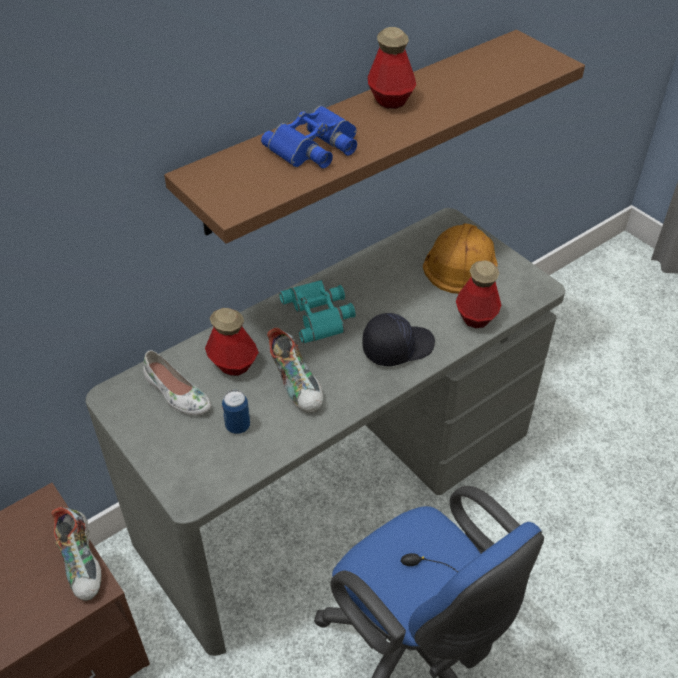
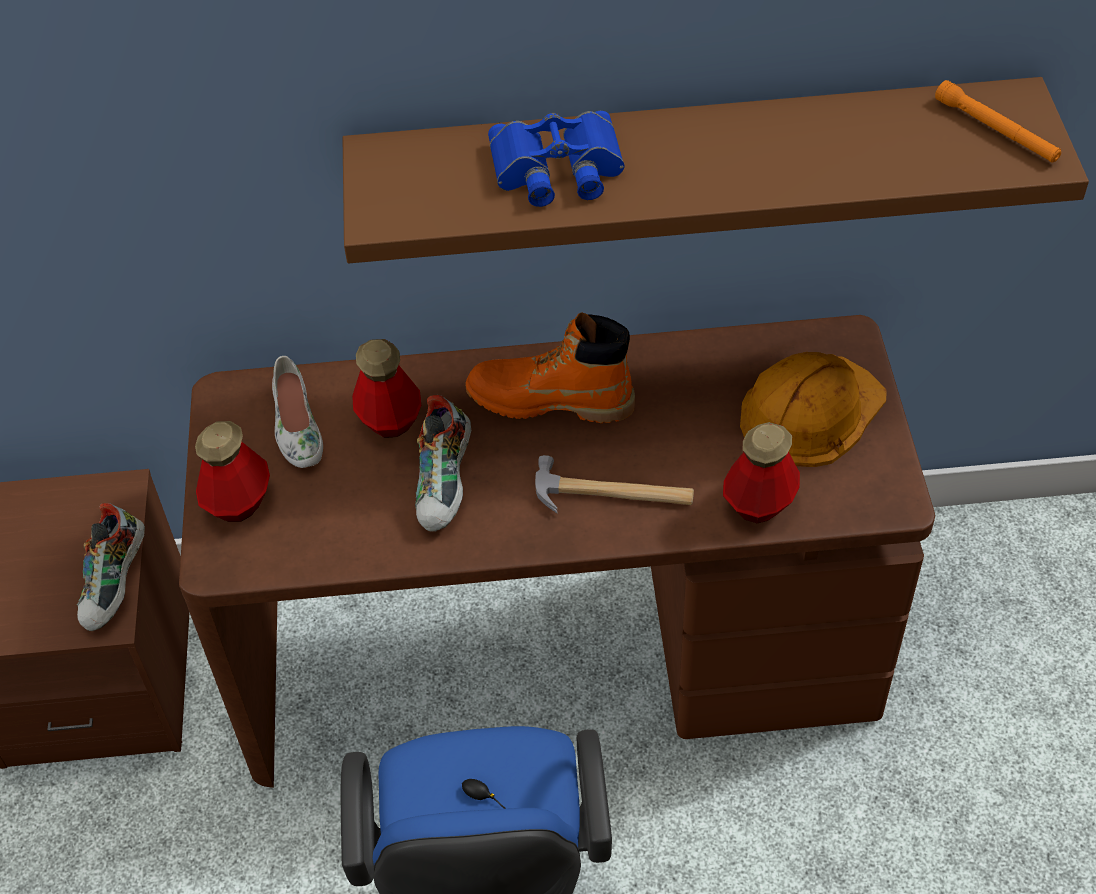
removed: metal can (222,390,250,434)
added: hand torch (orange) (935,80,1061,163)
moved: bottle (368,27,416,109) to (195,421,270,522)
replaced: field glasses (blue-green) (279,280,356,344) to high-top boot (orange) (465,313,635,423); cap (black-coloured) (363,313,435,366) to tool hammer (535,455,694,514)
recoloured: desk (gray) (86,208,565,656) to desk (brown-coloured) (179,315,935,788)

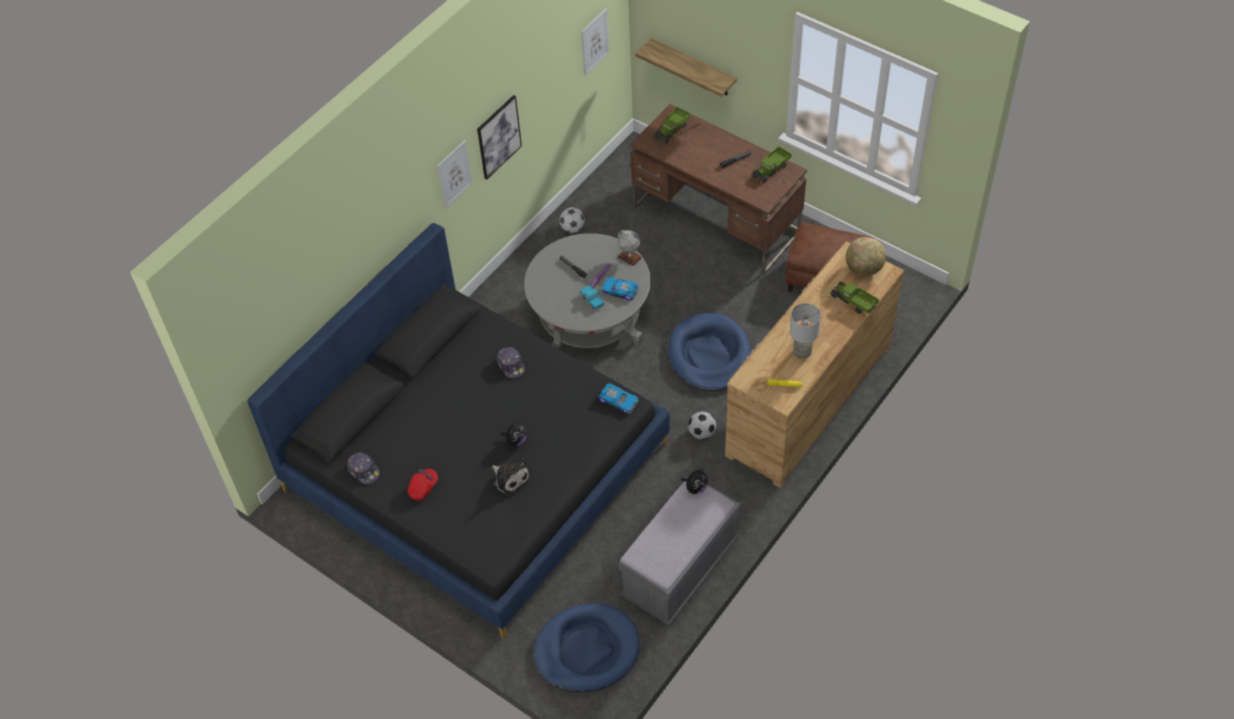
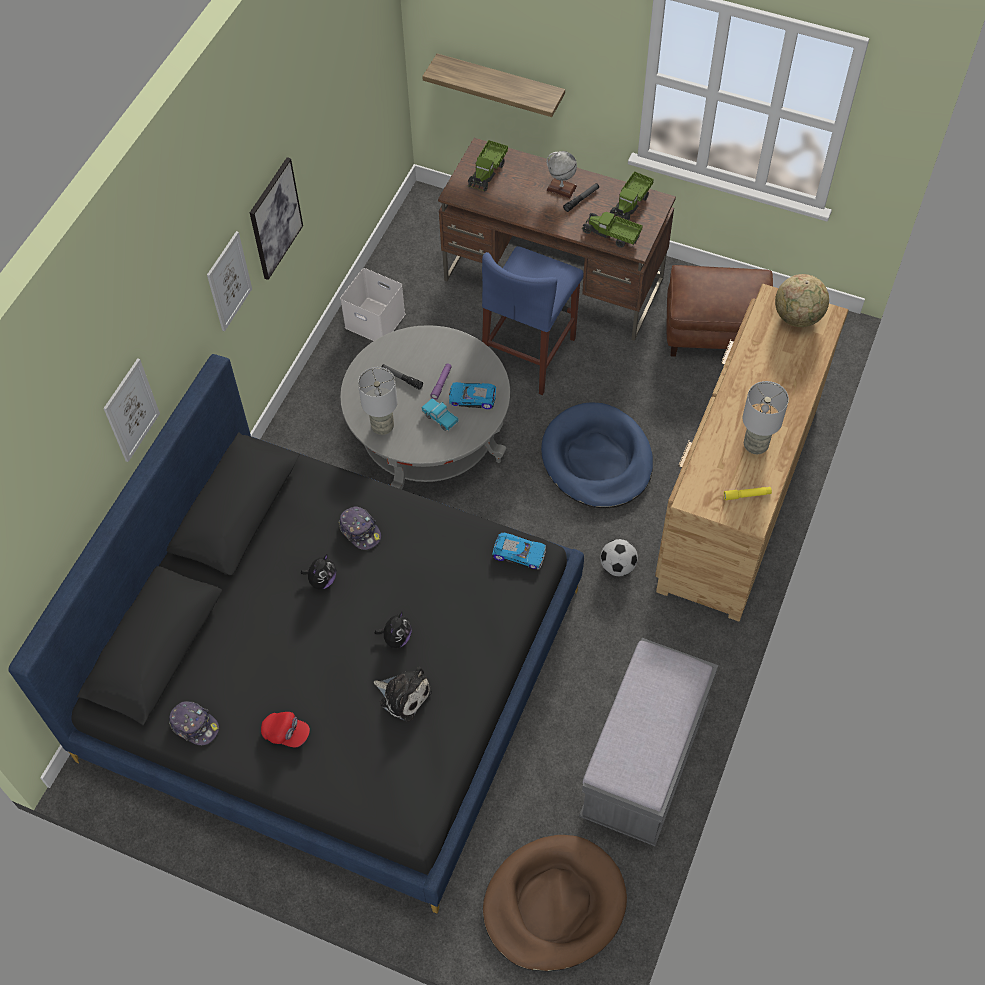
added: stool seat (blue-coloured) (482,246,584,395); lamp for a table (gray) (358,367,398,435)
moved: wall art (581,9,609,76) to (103,358,160,462); world globe (618,230,642,266) to (546,151,577,198); model truck (831,282,879,314) to (582,212,643,248); cuddly toy (681,468,708,494) to (301,554,336,589)
replaced: football (559,207,585,233) to storage box (white) (340,268,405,341)
recoloured: dog cushion (blue-coloured) (534,603,640,692) to dog cushion (brown-coloured) (483,835,627,972)
turned: cap (red-coloured) (408,469,438,500) = (261,712,310,748) 90 degrees clockwise

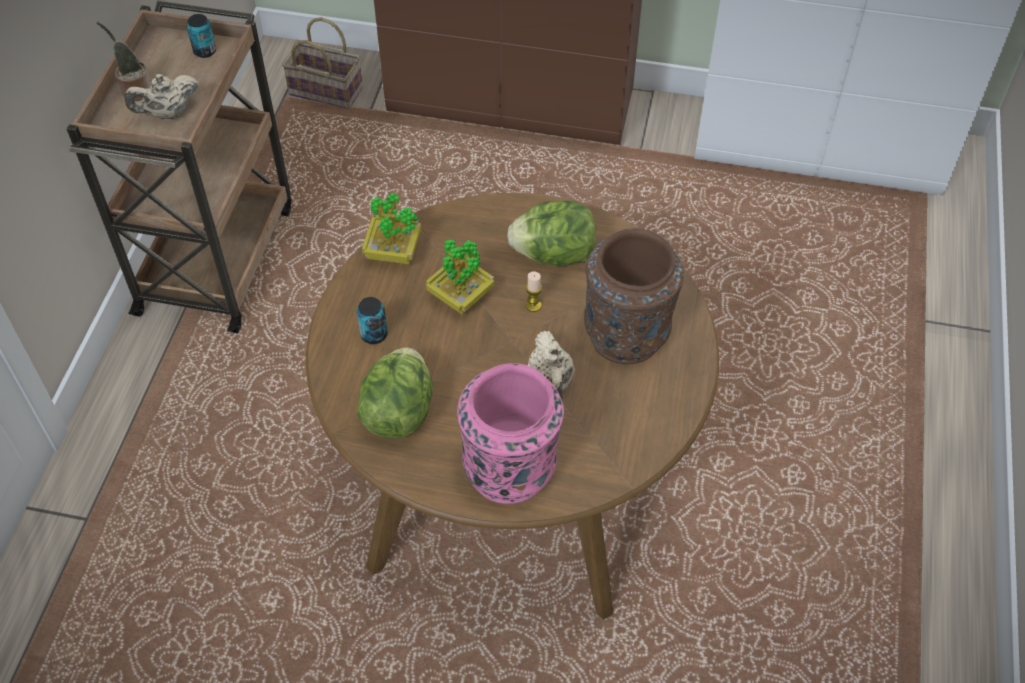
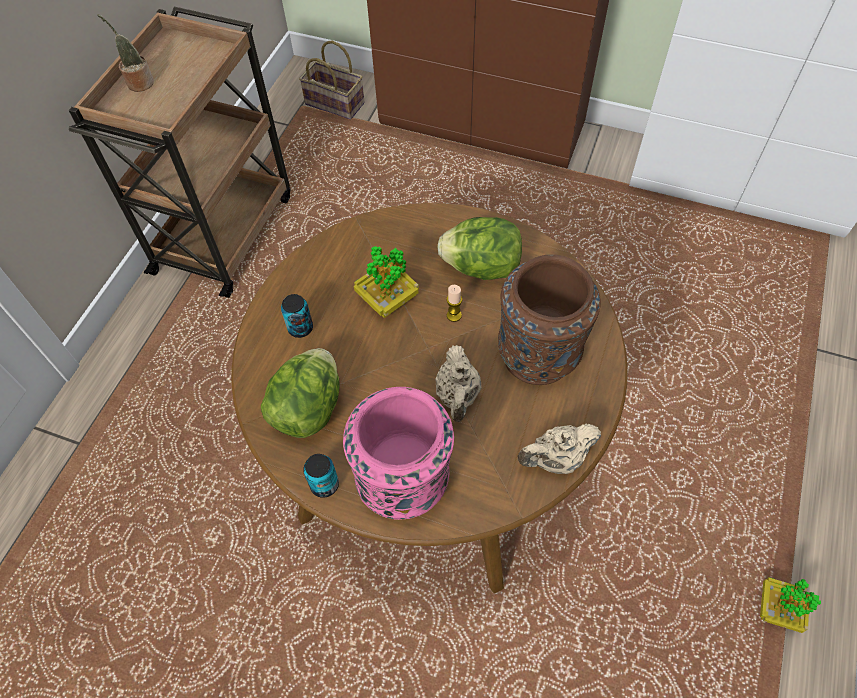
moved: metal can (187,14,216,58) to (303,454,339,498); pot for tea (beige) (125,74,198,119) to (518,424,601,474); potted plant (362,193,421,264) to (760,578,821,633)

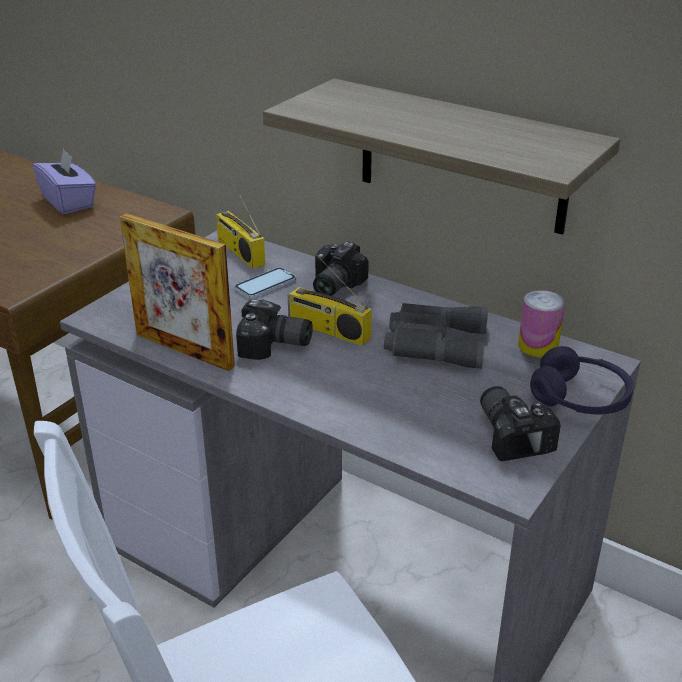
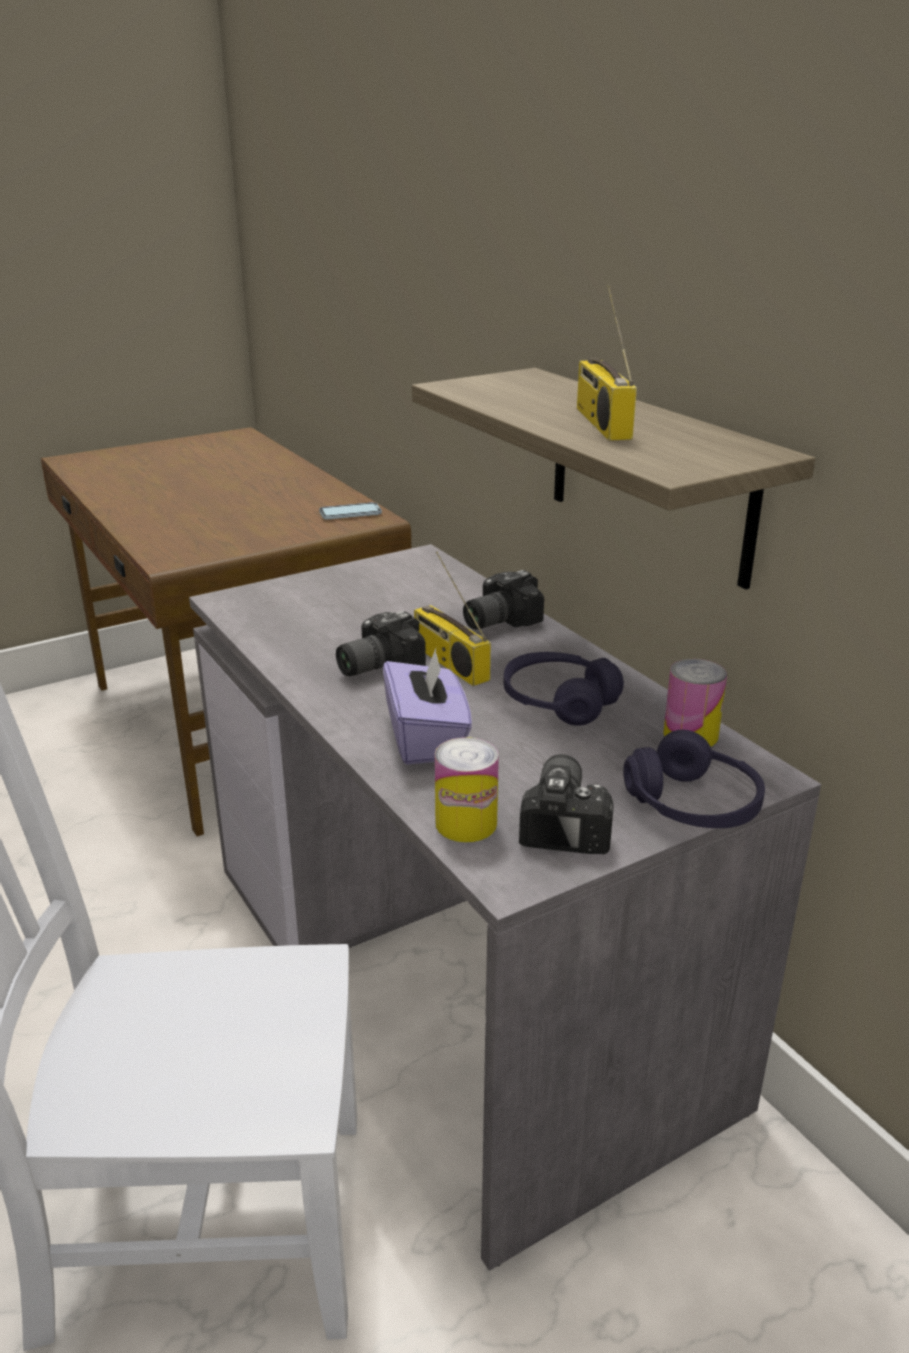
removed: photo frame (120,213,235,371)
added: metal can (435,737,499,842)
moved: tissue box (purple) (33,148,97,214) to (383,648,472,765); radio (216,173,265,269) to (577,285,637,441); phone (234,267,296,299) to (319,502,382,519)
replaced: field glasses (gray) (384,303,488,369) to headphones (purple) (504,652,624,726)
turned: still camera (236,300,313,360) = (336,611,426,676) 105 degrees clockwise

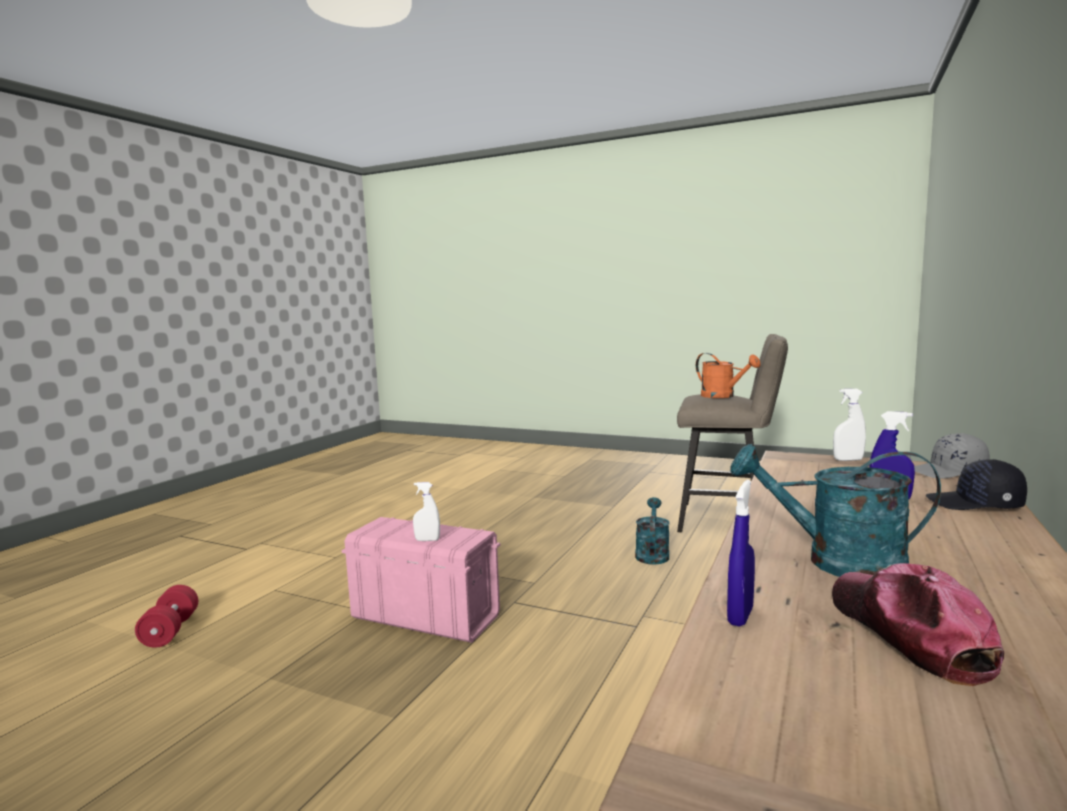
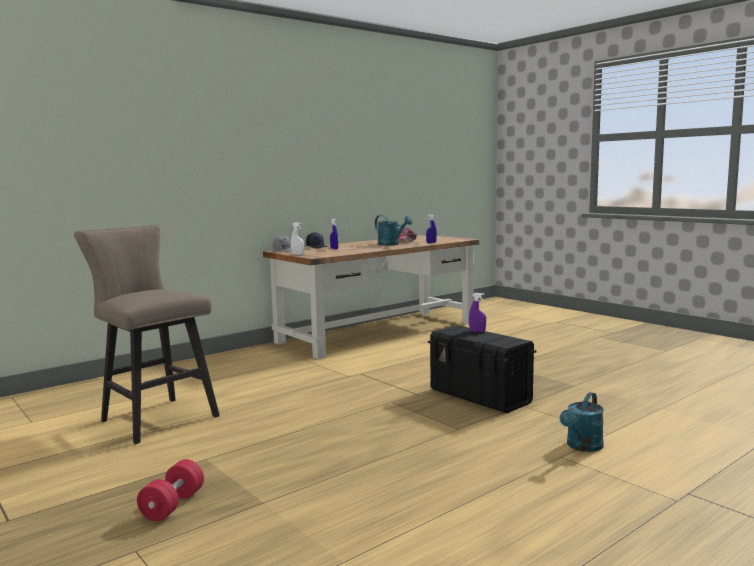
removed: watering can (orange) (696,353,761,398)
moved: watering can (blue-green) (635,497,670,565) to (560,392,604,452); free weight (red-coloured) (135,585,198,648) to (137,459,204,522)
recoloured: hand sprayer (white) (413,482,440,541) to hand sprayer (purple) (469,293,486,332); storage box (pink-coloured) (342,517,500,643) to storage box (black-coloured) (428,325,536,413)

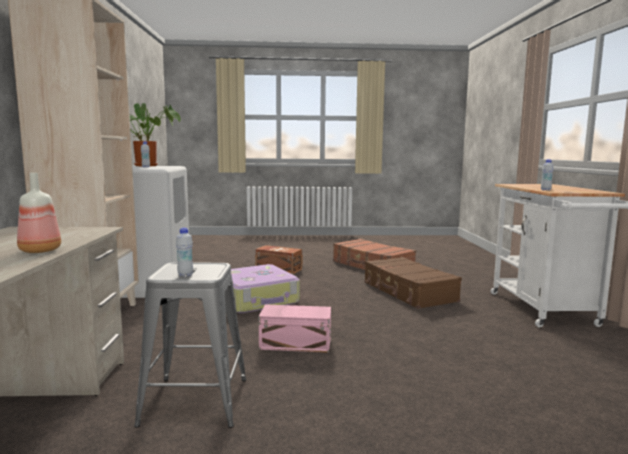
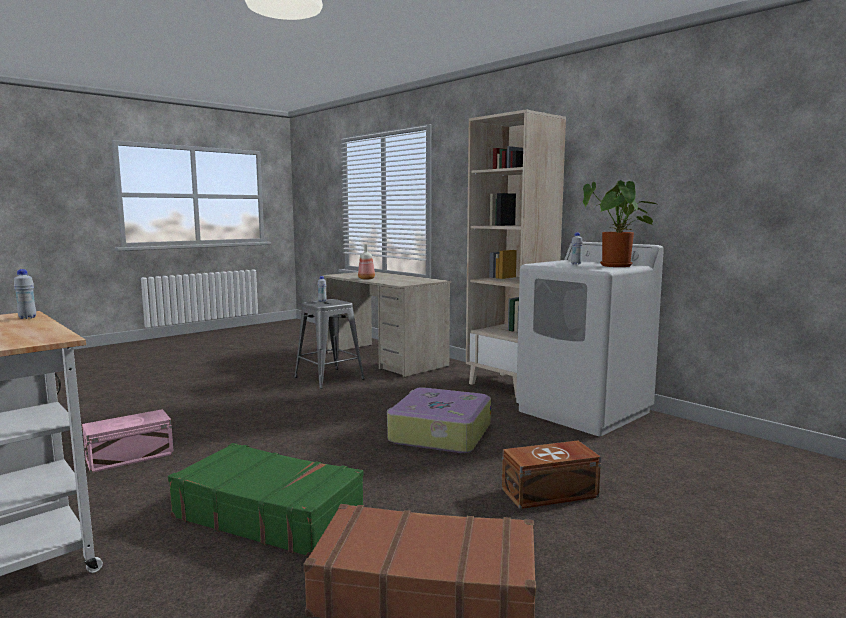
moved: storage box (pink-coloured) (259,304,331,353) to (82,409,174,473)
recoloured: suitcase (brown-coloured) (364,257,462,309) to suitcase (green-coloured) (168,443,364,557)

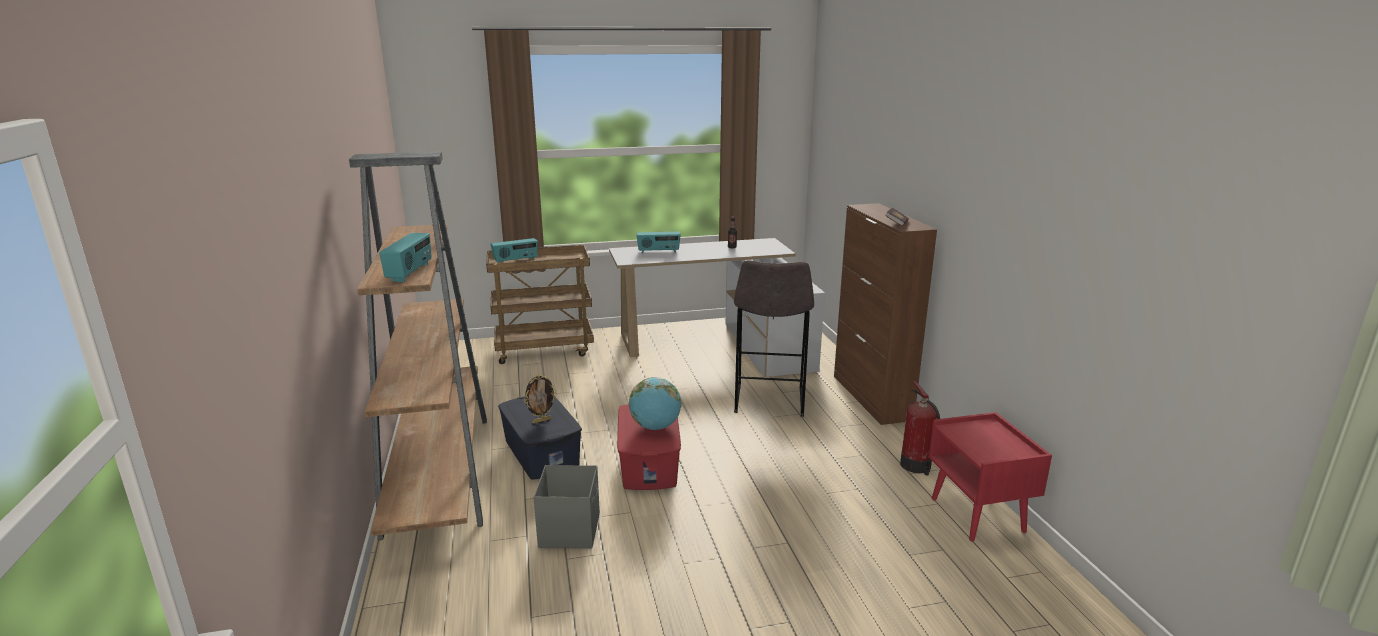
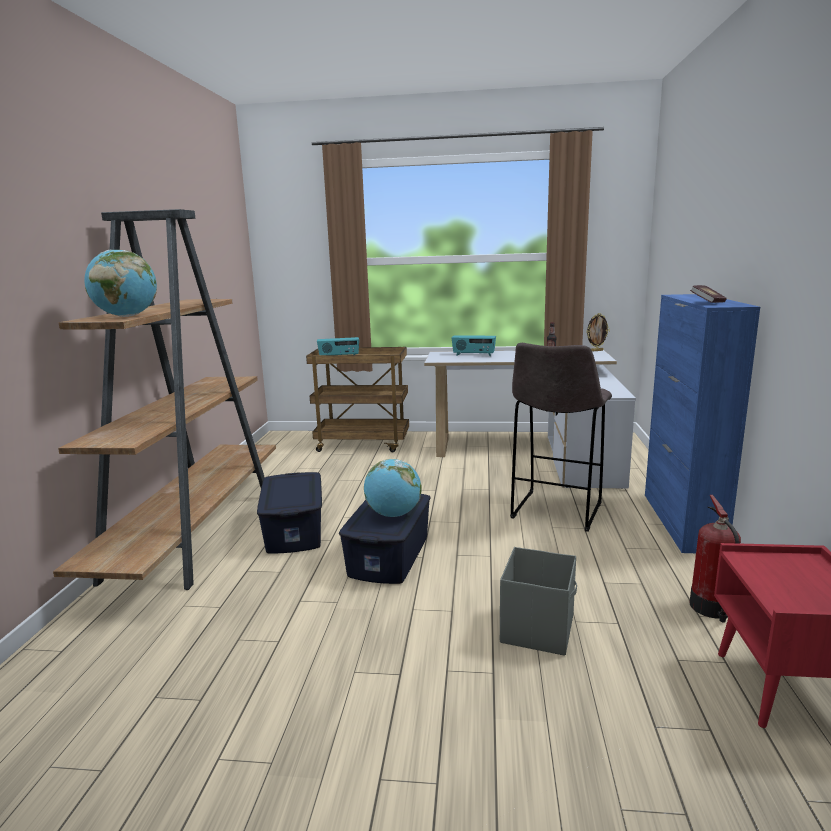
moved: photo frame (524,374,557,424) to (586,313,610,352); storage box (gray) (534,465,600,549) to (500,547,577,656)
replaced: radio (379,233,432,282) to world globe (84,250,157,317)
recoloured: storage cabinet (brown-coloured) (834,203,937,425) to storage cabinet (blue-coloured) (645,294,760,553); storage box (red-coloured) (617,404,681,490) to storage box (blue-coloured) (339,494,431,584)

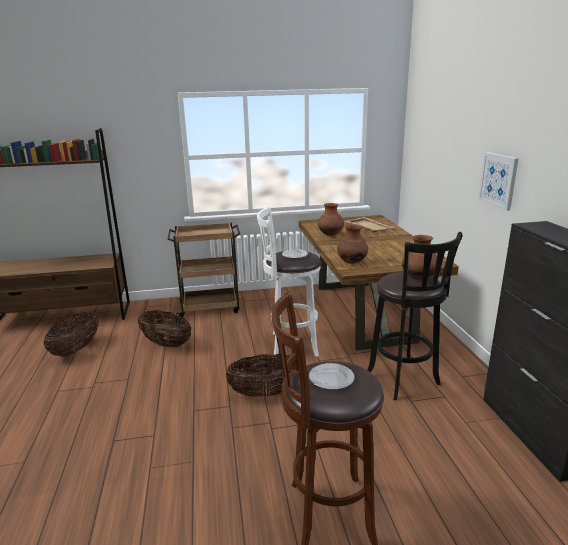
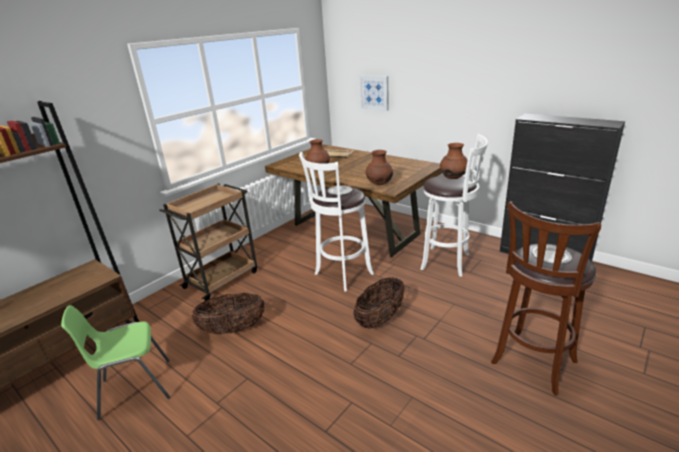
moved: wall art (478,152,519,211) to (360,75,389,111)
replaced: basket (44,312,99,357) to upright chair (green-coloured) (61,305,171,420)
recoloured: stool seat (black-coloured) (367,232,462,401) to stool seat (white) (421,134,488,277)

